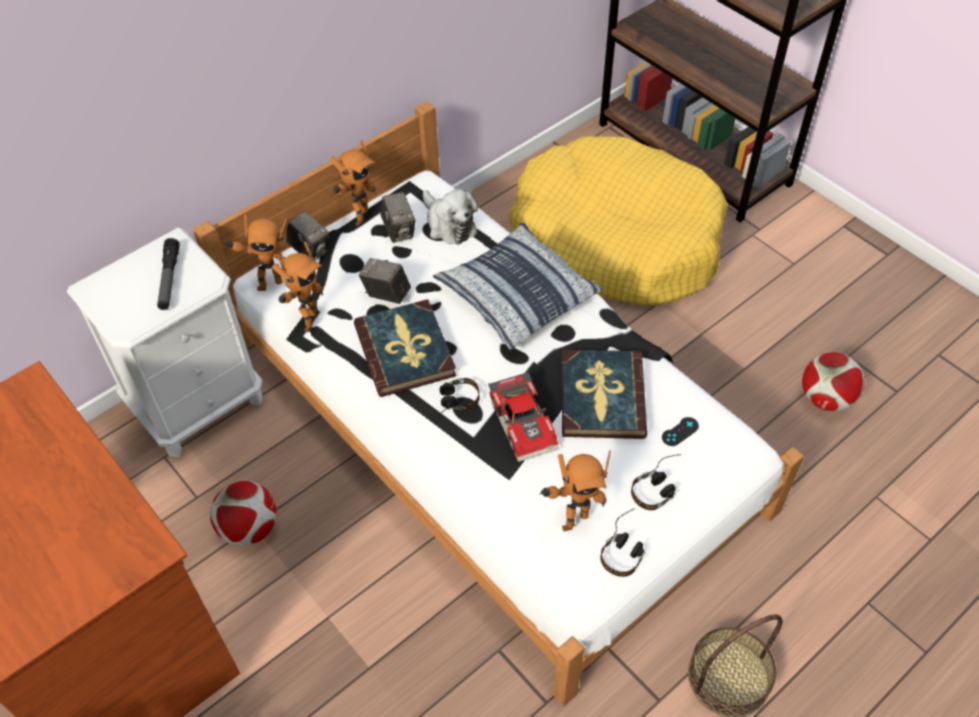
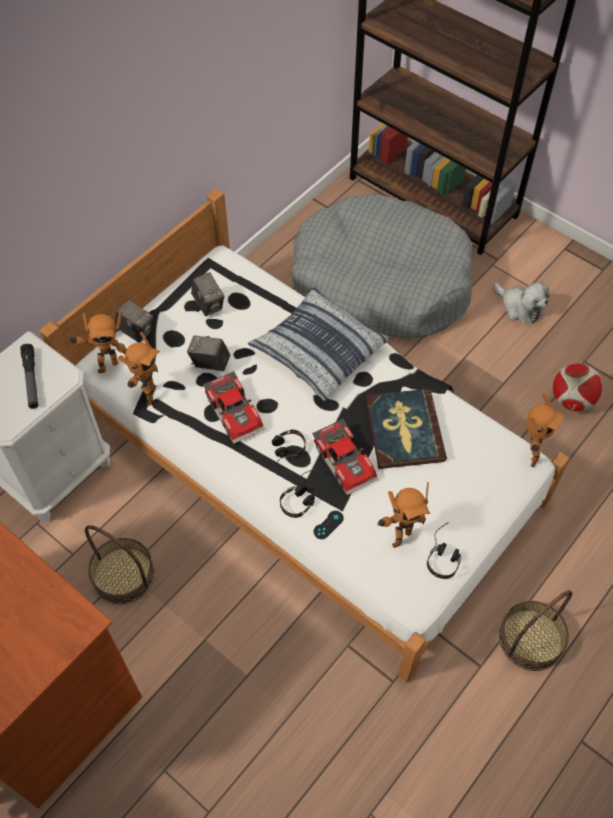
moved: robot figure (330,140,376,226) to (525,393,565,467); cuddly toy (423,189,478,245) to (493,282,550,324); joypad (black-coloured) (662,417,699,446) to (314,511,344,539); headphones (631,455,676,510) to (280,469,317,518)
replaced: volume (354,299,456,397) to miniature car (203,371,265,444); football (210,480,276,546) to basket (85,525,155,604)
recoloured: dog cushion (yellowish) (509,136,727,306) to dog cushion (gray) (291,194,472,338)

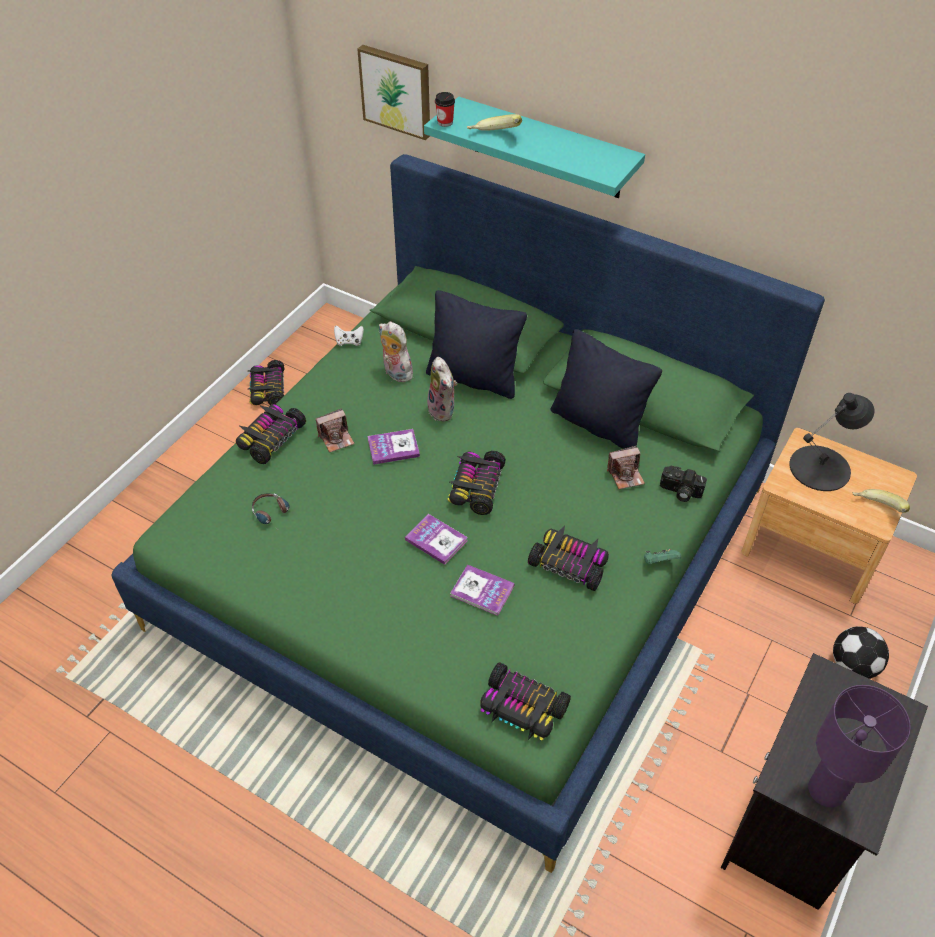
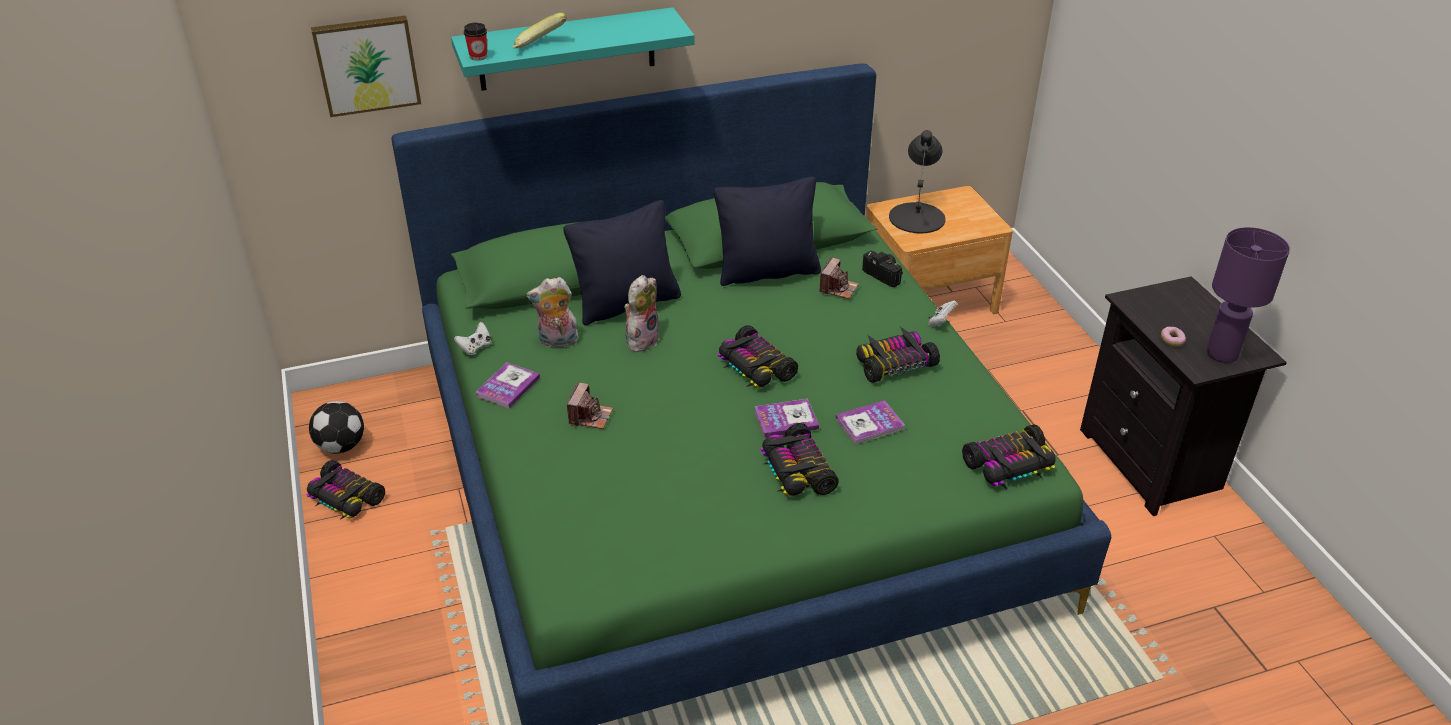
removed: whole banana (852,489,910,513); headphones (252,493,290,527)
added: doughnut (1161,327,1186,347)
moved: miniature car (235,404,306,464) to (760,423,839,496); volume (368,429,420,465) to (476,362,540,409); football (833,626,889,679) to (309,401,364,454)
recoloured: joypad (green-coloured) (644,549,681,564) to joypad (white) (928,301,957,327)
turned: cuddly toy (427,357,457,421) = (624,275,660,352) 75 degrees counterclockwise; still camera (660,466,707,502) = (862,251,903,287) 105 degrees counterclockwise

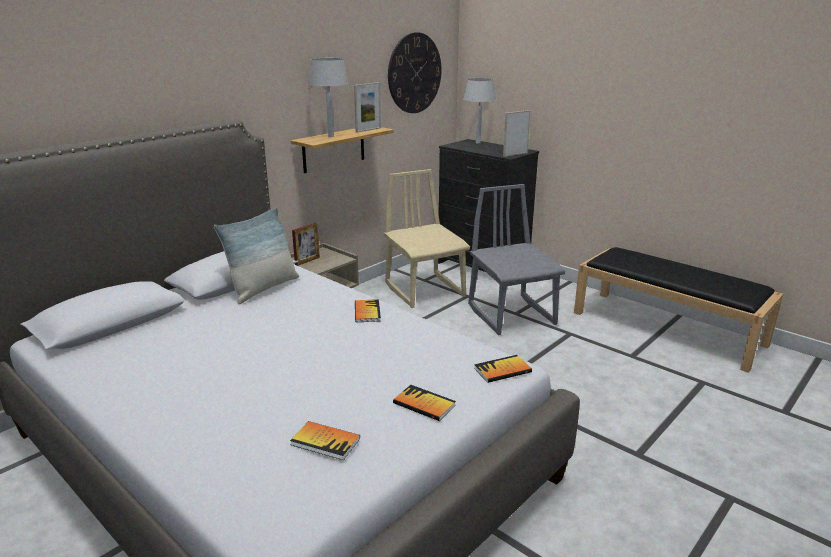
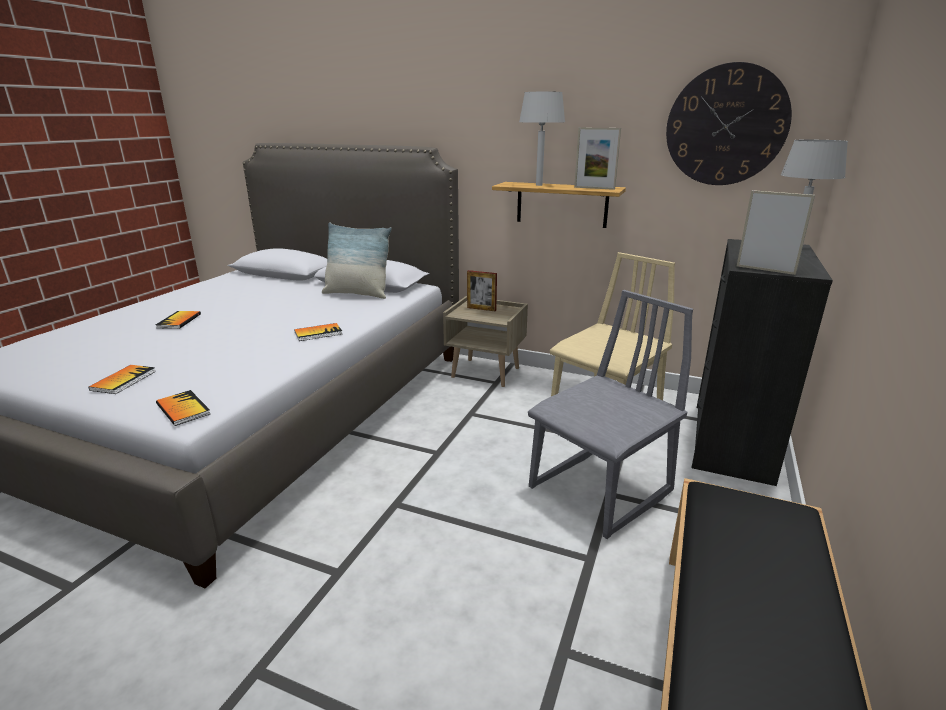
moved: volume (290,421,360,460) to (156,311,201,329)

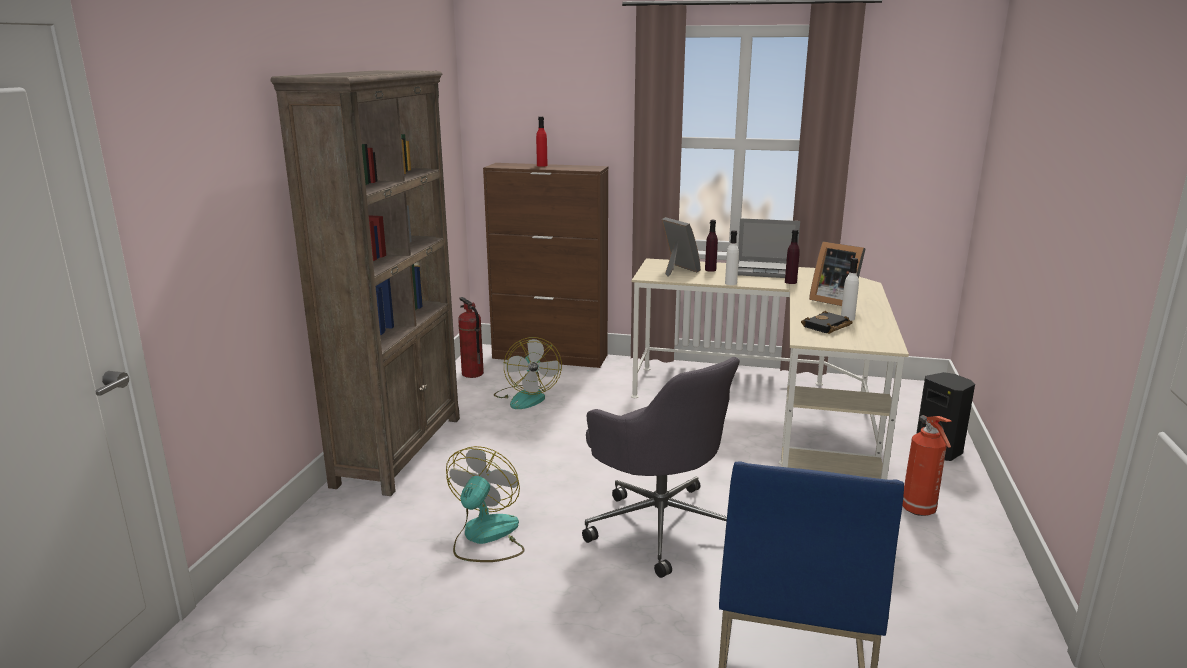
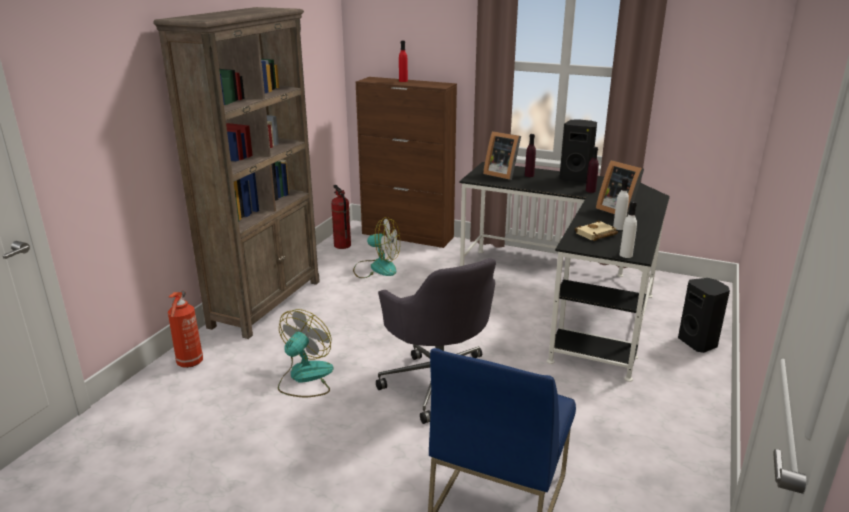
moved: bottle (white) (725,230,739,285) to (619,201,637,258); fire extinguisher (903,415,951,516) to (168,290,203,368)
replaced: notebook computer (738,218,800,278) to audio speaker (black-coloured) (559,119,597,183)
recoloured: desk (beige) (631,258,909,480) to desk (black-coloured) (459,162,670,382); volume (black-coloured) (801,311,853,334) to volume (beige) (575,220,618,241)
turned: photo frame (662,217,701,276) = (483,131,521,180) 150 degrees clockwise; cooling fan (494,337,562,409) = (353,217,400,278) 75 degrees counterclockwise

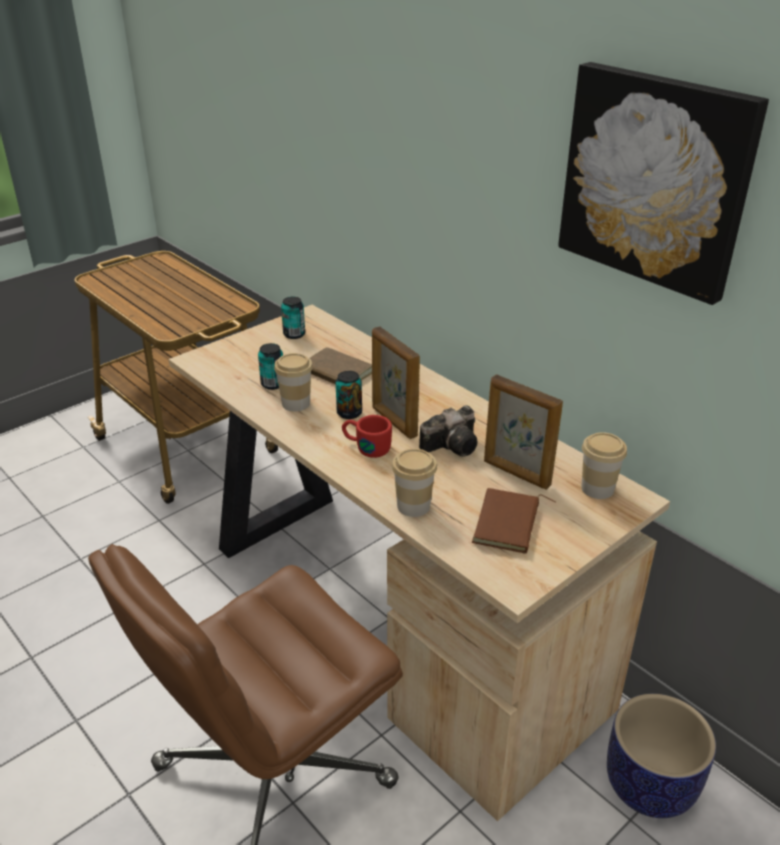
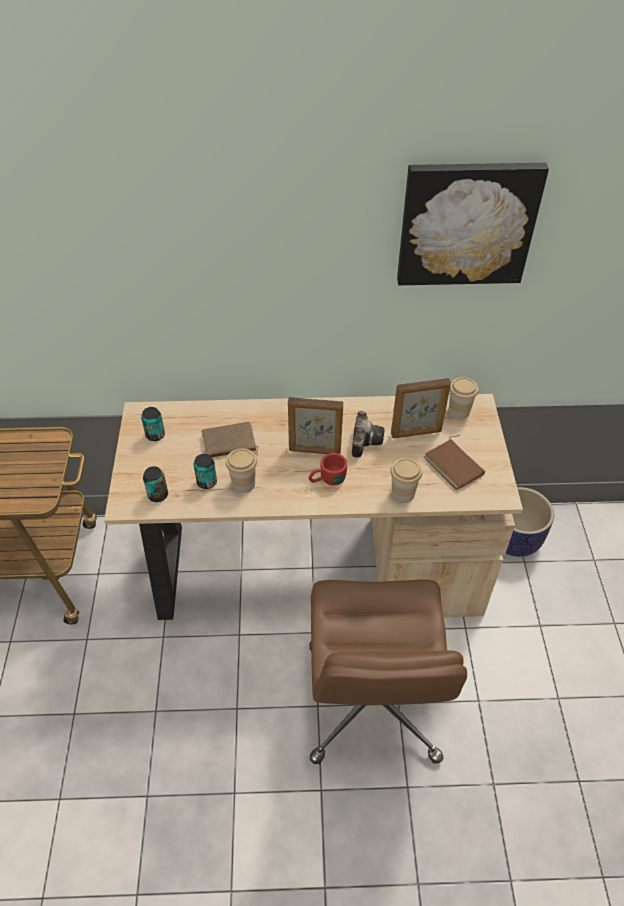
moved: metal can (335,371,362,419) to (143,466,168,502)

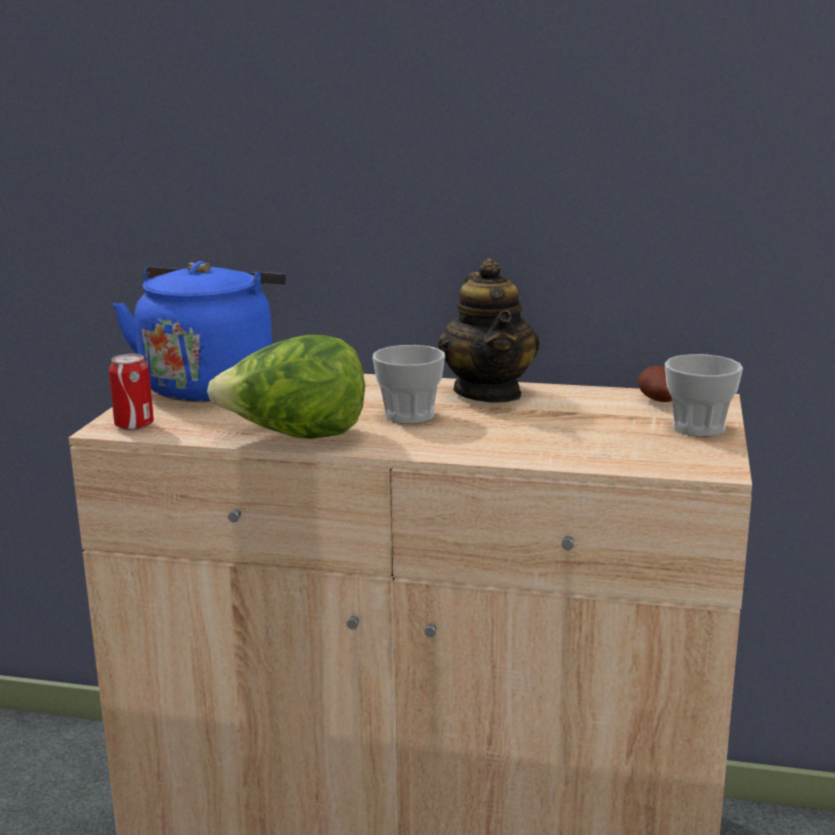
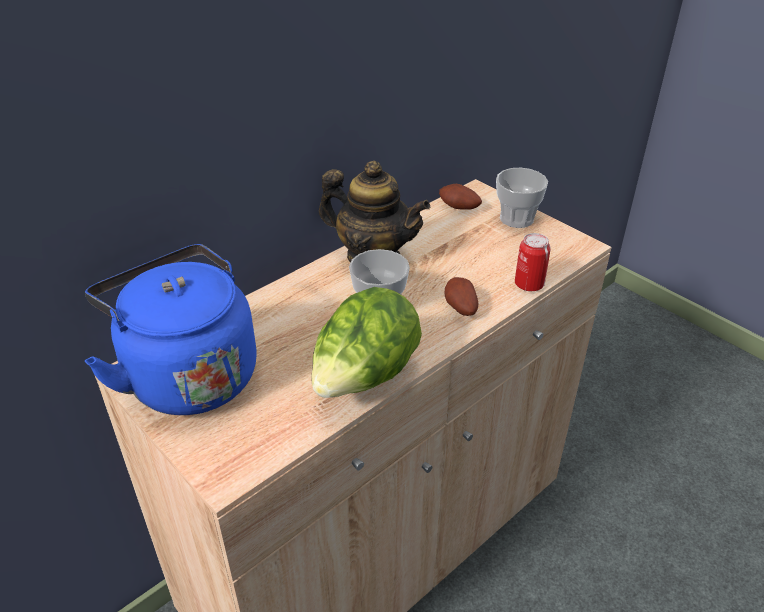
added: spud (445,277,478,316)
moved: metal can (109,354,154,431) to (515,233,551,291)

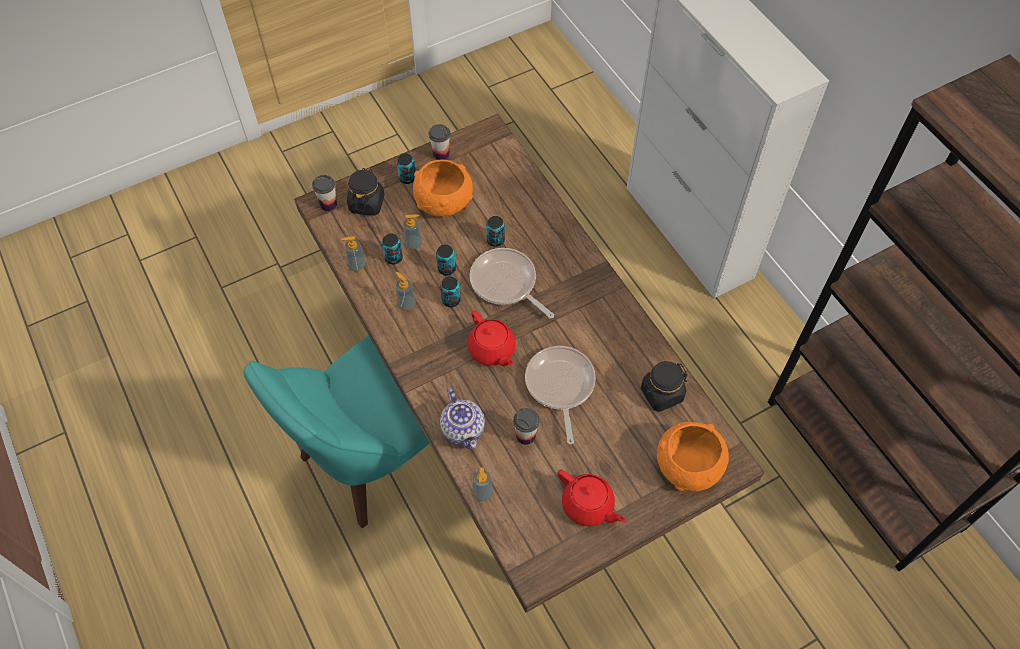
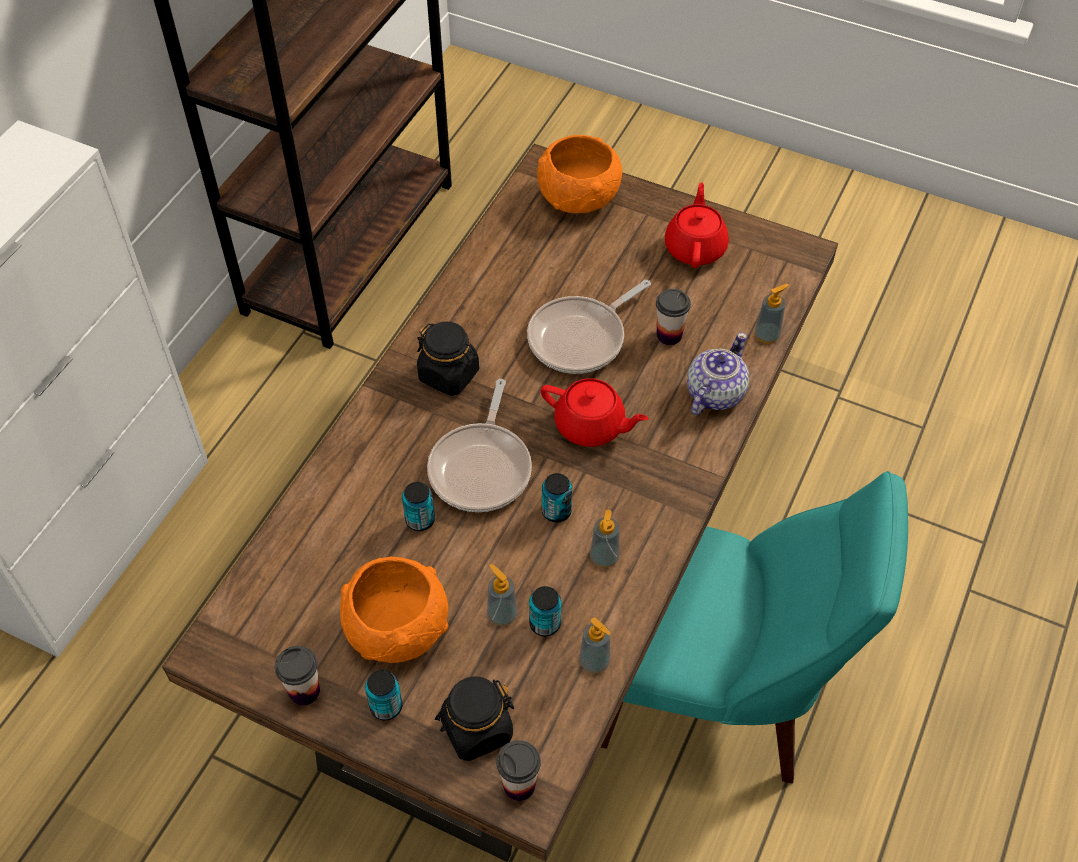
removed: metal can (436,245,456,275)
moved: storage jar (black-coloured) (641,361,688,412) to (417,322,479,396)
turned: pot for tea (red-coloured) (467,310,516,366) = (541,378,649,447) 90 degrees clockwise

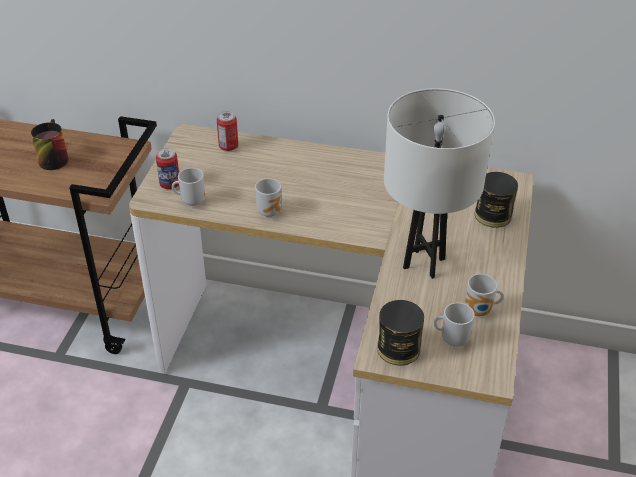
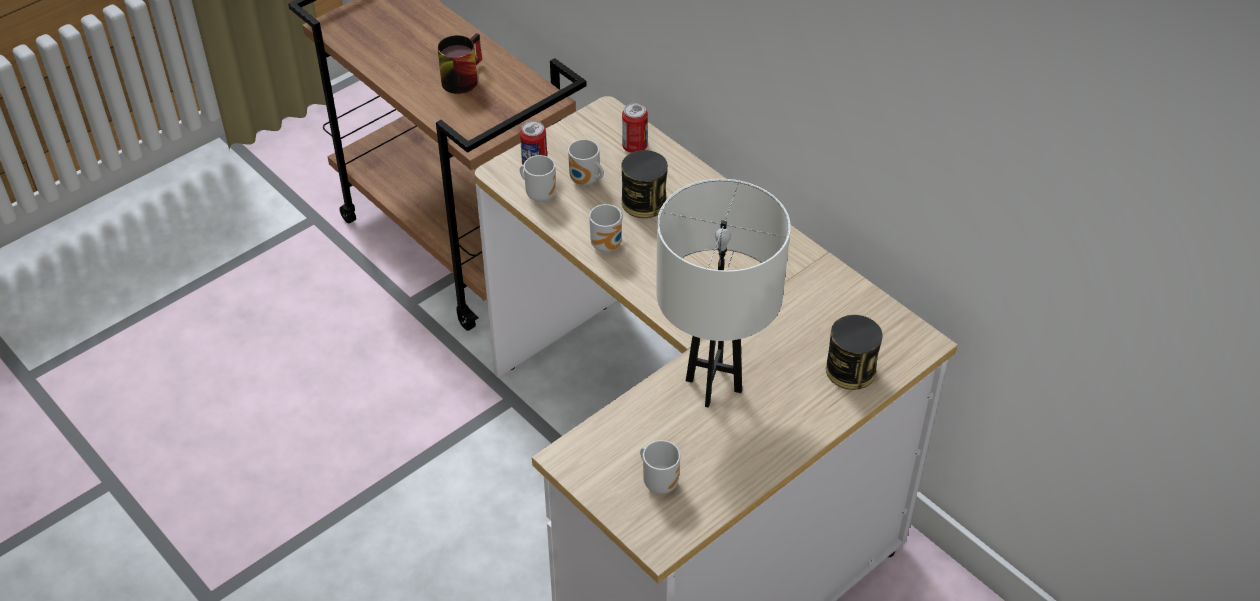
moved: tea mug (465,274,504,316) to (568,139,603,186); metal can (377,300,424,366) to (622,150,668,218)

